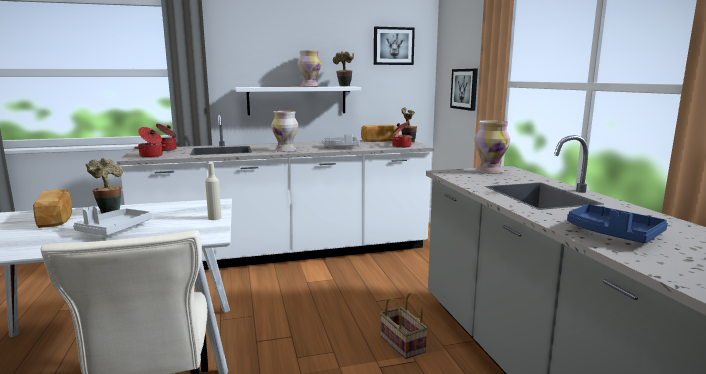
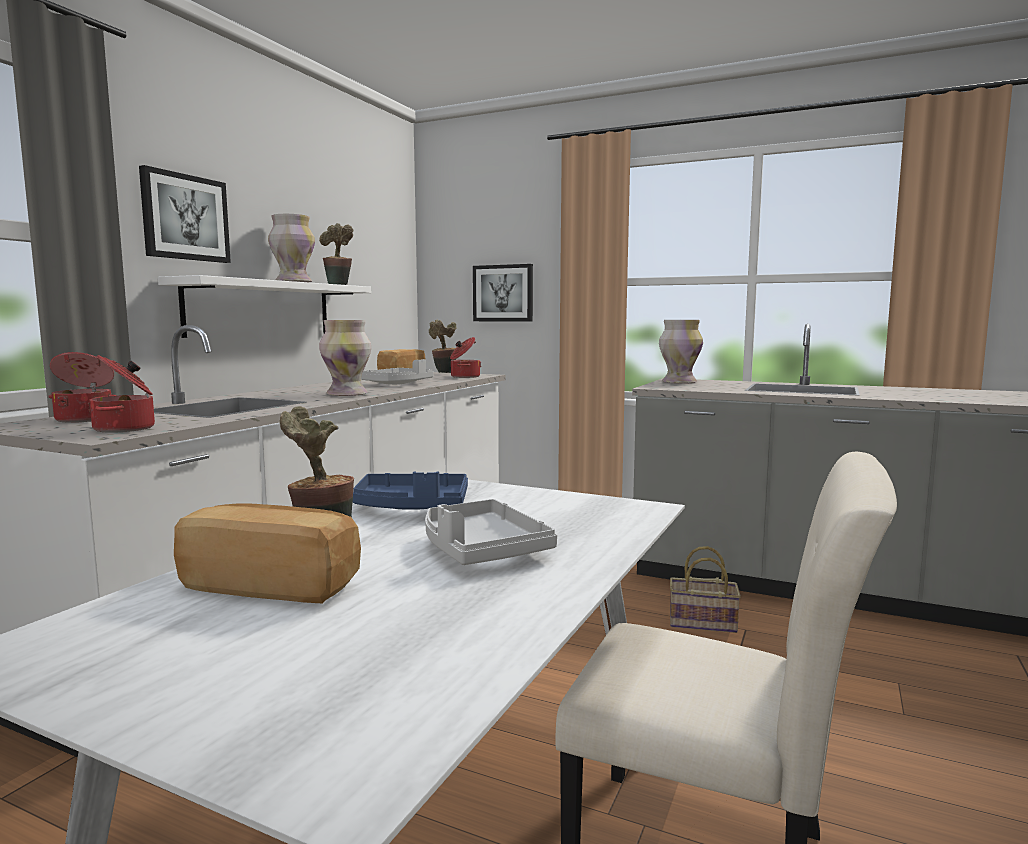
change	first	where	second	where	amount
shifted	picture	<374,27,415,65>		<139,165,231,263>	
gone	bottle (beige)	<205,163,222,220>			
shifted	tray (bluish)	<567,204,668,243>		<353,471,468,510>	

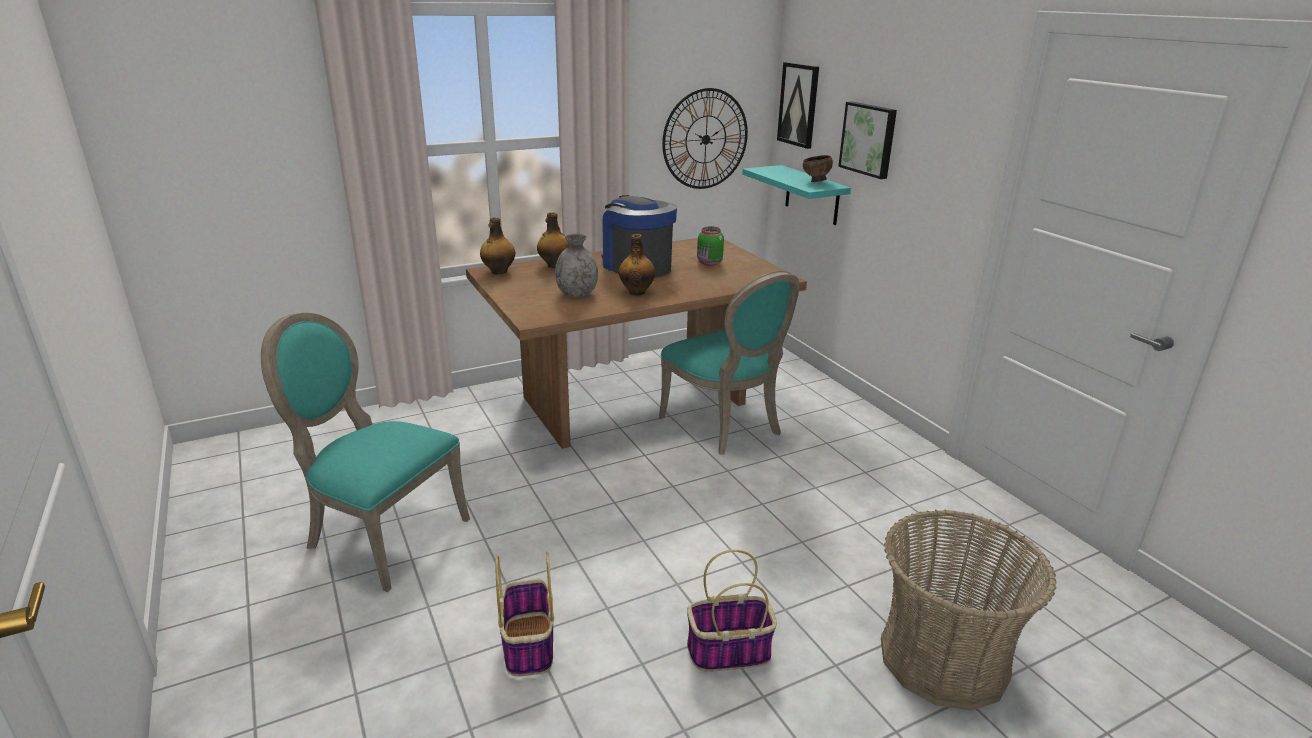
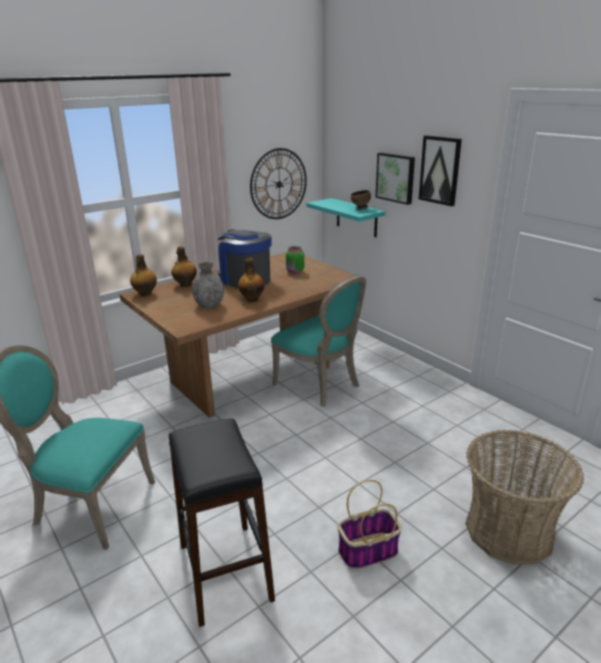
change	first	where	second	where	amount
shifted	picture	<777,62,819,149>		<419,135,462,206>	
swapped	storage basket	<496,552,554,676>	stool seat (black-coloured)	<169,419,275,627>	

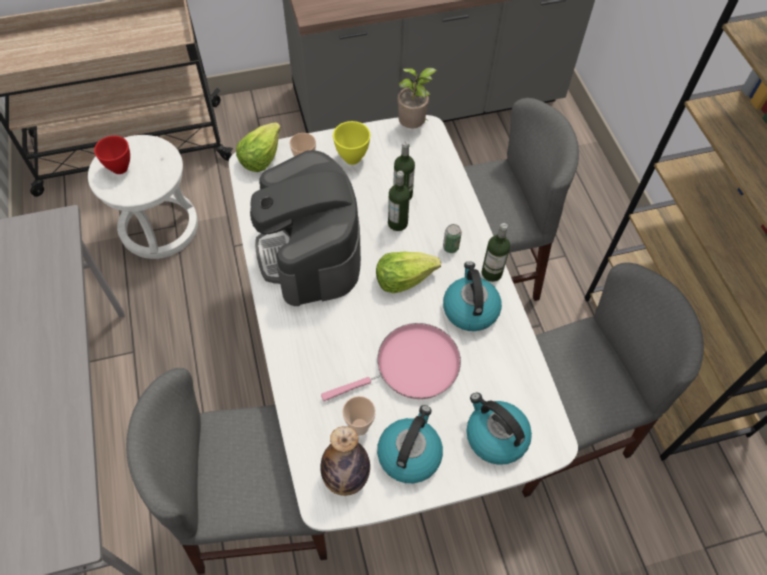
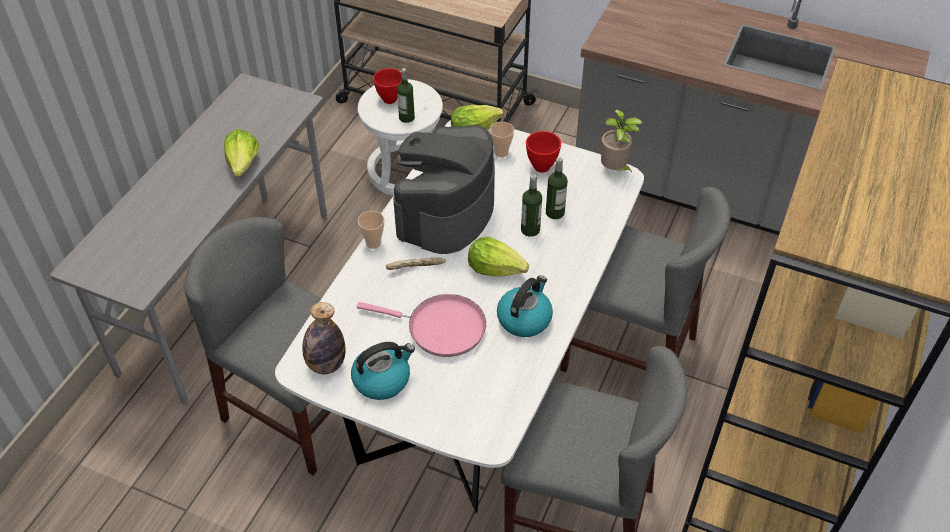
change	first	where	second	where	amount
repainted	deep dish (yellow-coloured)	<333,121,370,165>	deep dish (reddish)	<526,131,561,173>	
shifted	bottle	<482,223,510,282>		<397,68,415,123>	
gone	sealed can	<443,224,462,253>			
gone	water kettle	<466,393,532,465>			
shifted	drinking cup	<343,396,376,435>		<358,211,384,249>	
new			lettuce head	<224,129,259,177>	
new			bread	<386,258,446,270>	

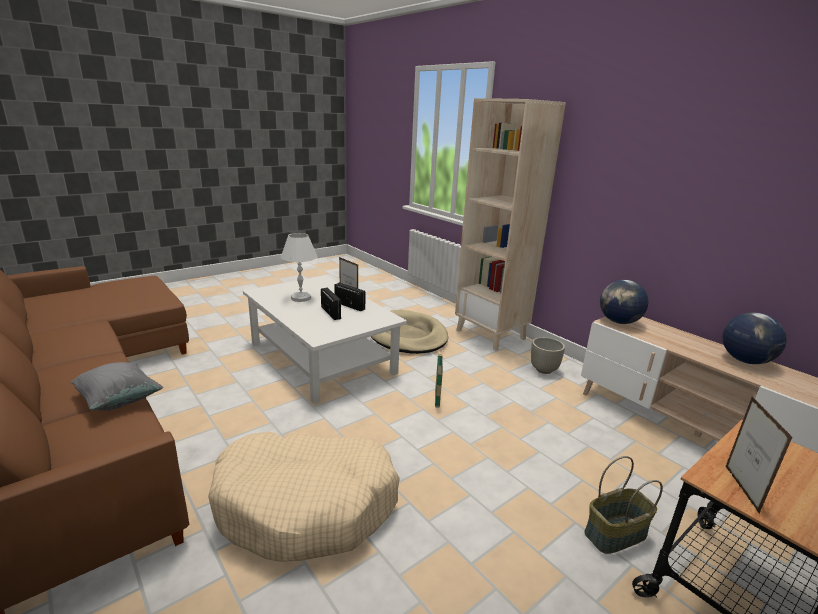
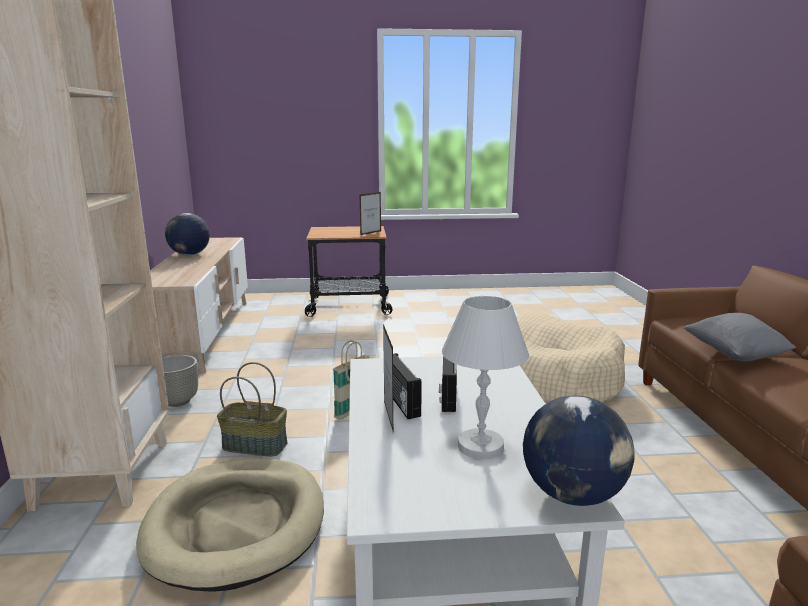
change	first	where	second	where	amount
shifted	world globe	<600,280,649,324>		<523,395,635,506>	
shifted	storage basket	<584,456,663,554>		<217,362,288,456>	

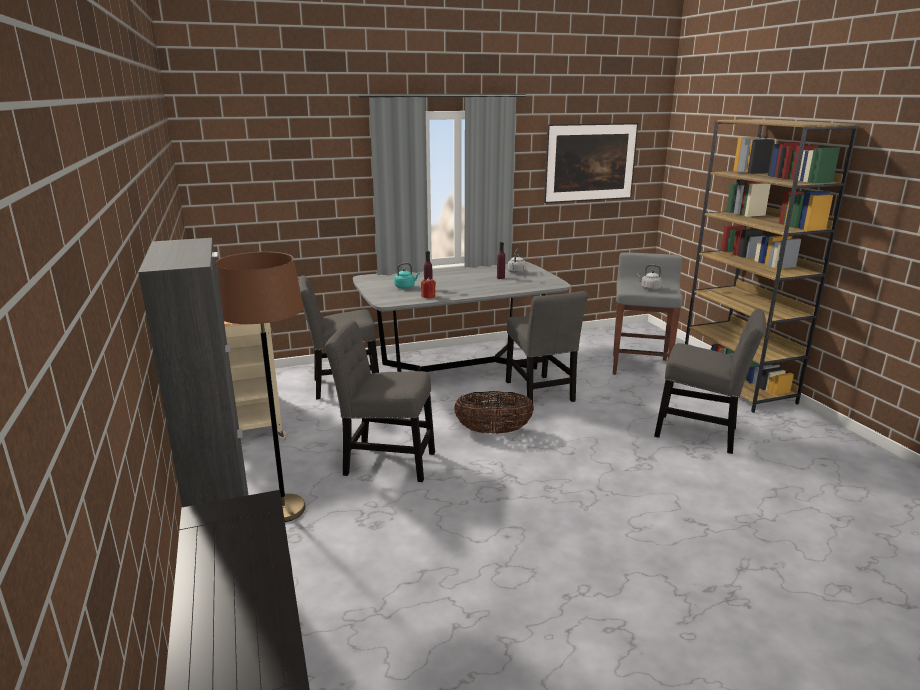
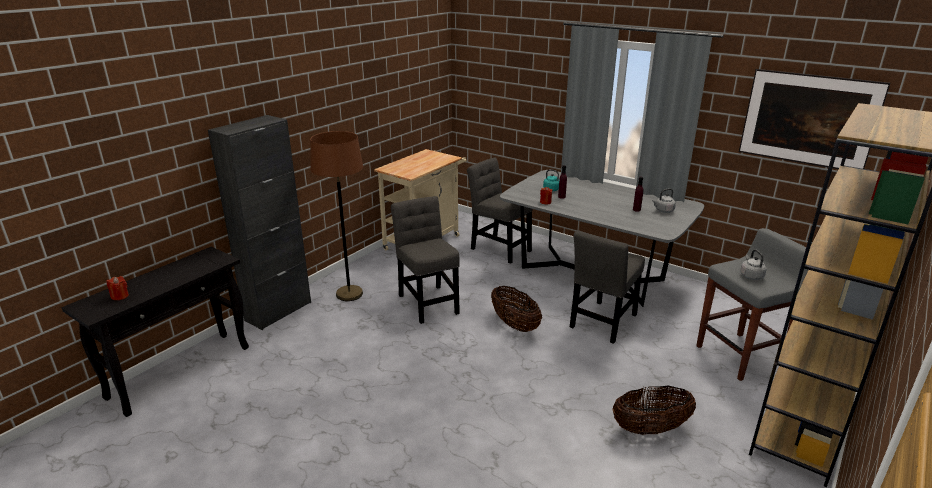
change	first	where	second	where	amount
swapped	chair (grey)	<654,309,766,454>	storage basket	<612,385,696,435>	
new			candle (reddish)	<106,276,129,300>	

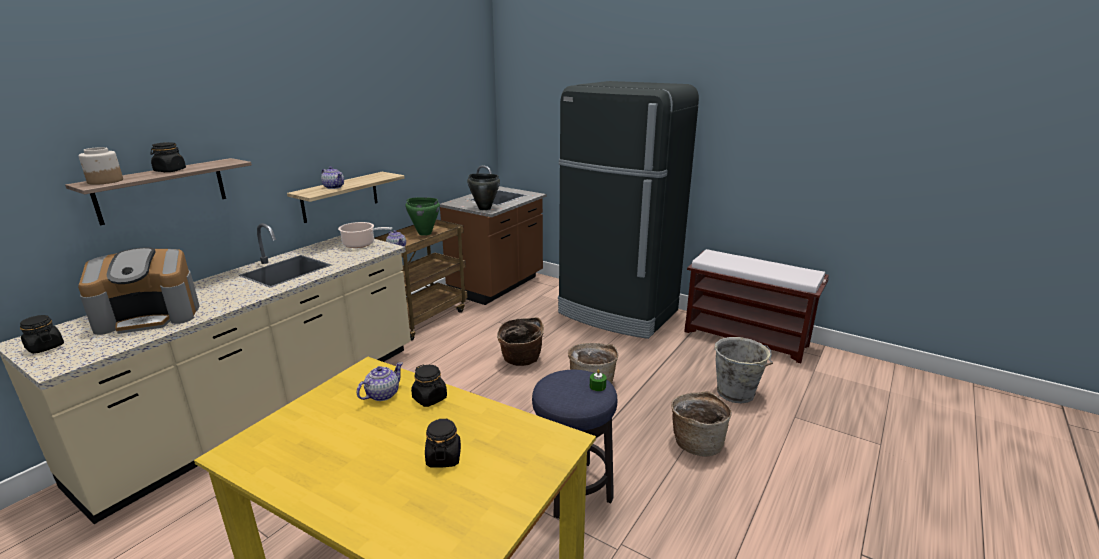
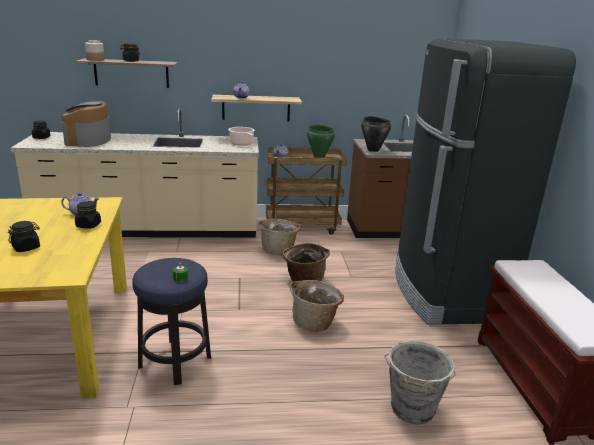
change	first	where	second	where	amount
rotated	coffee machine	<78,247,199,335>		<62,101,111,147>	60 degrees clockwise
shifted	storage basket	<671,391,732,457>		<259,219,301,255>	

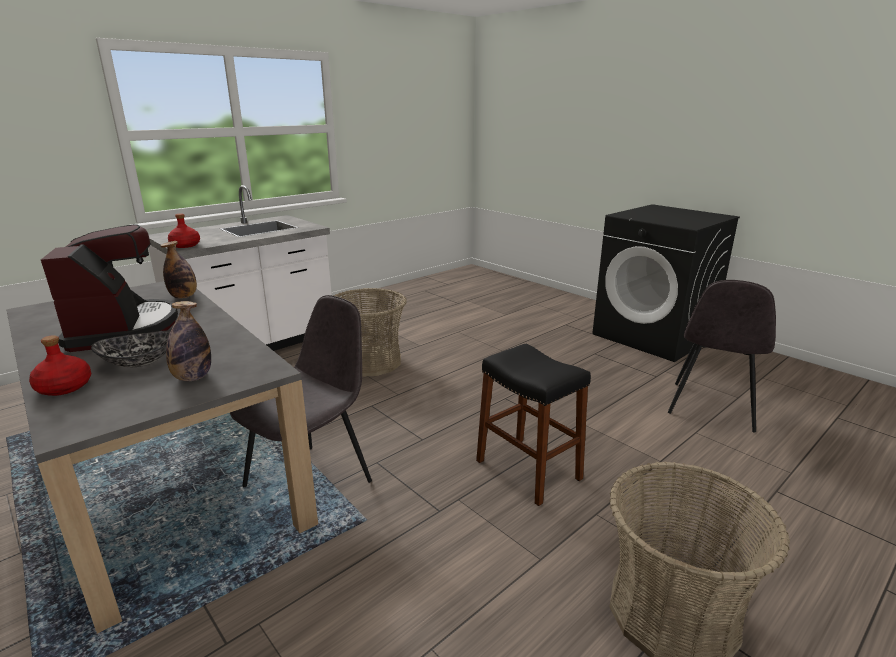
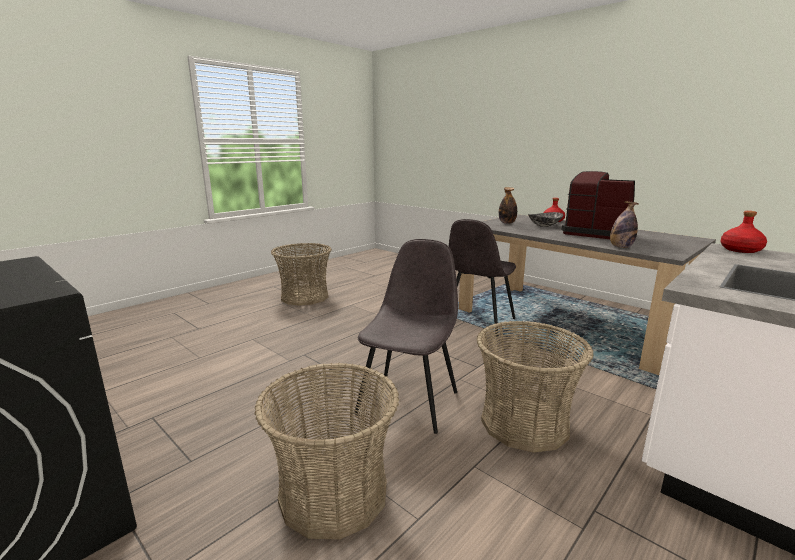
change	first	where	second	where	amount
rotated	coffee machine	<41,224,178,352>		<562,171,635,239>	150 degrees clockwise
shifted	chair (grey)	<668,280,776,433>		<355,239,458,434>	
gone	stool seat (black-coloured)	<476,344,591,506>			
new			storage basket	<255,363,399,540>	

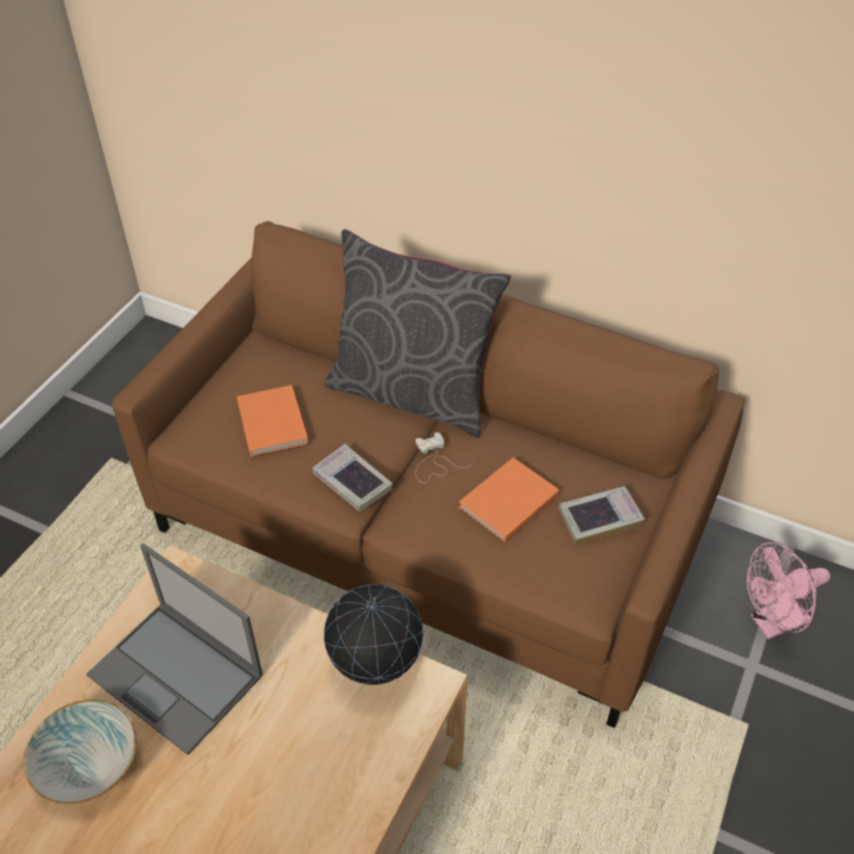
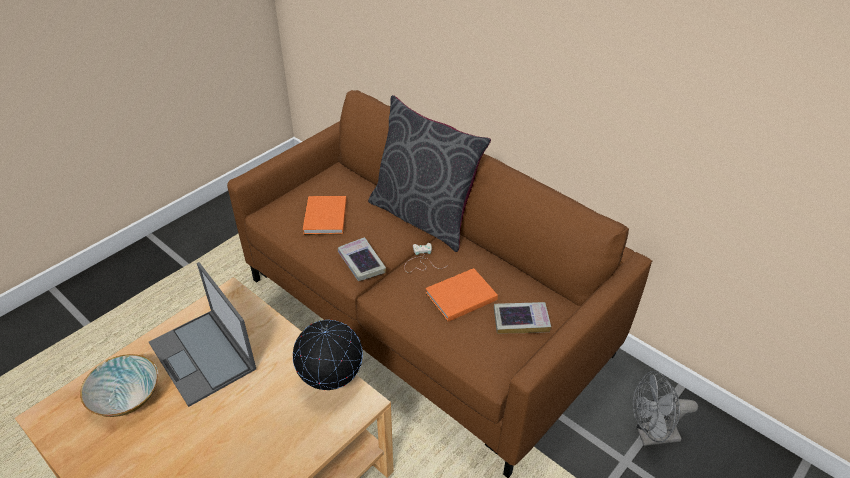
change	first	where	second	where	amount
repainted	fan (pink-coloured)	<747,542,830,639>	fan (grey)	<633,371,698,446>	

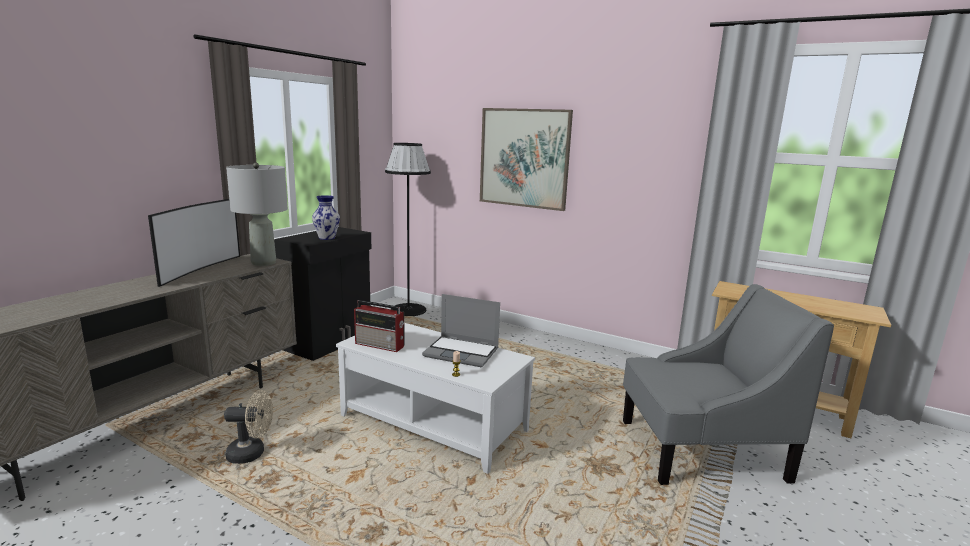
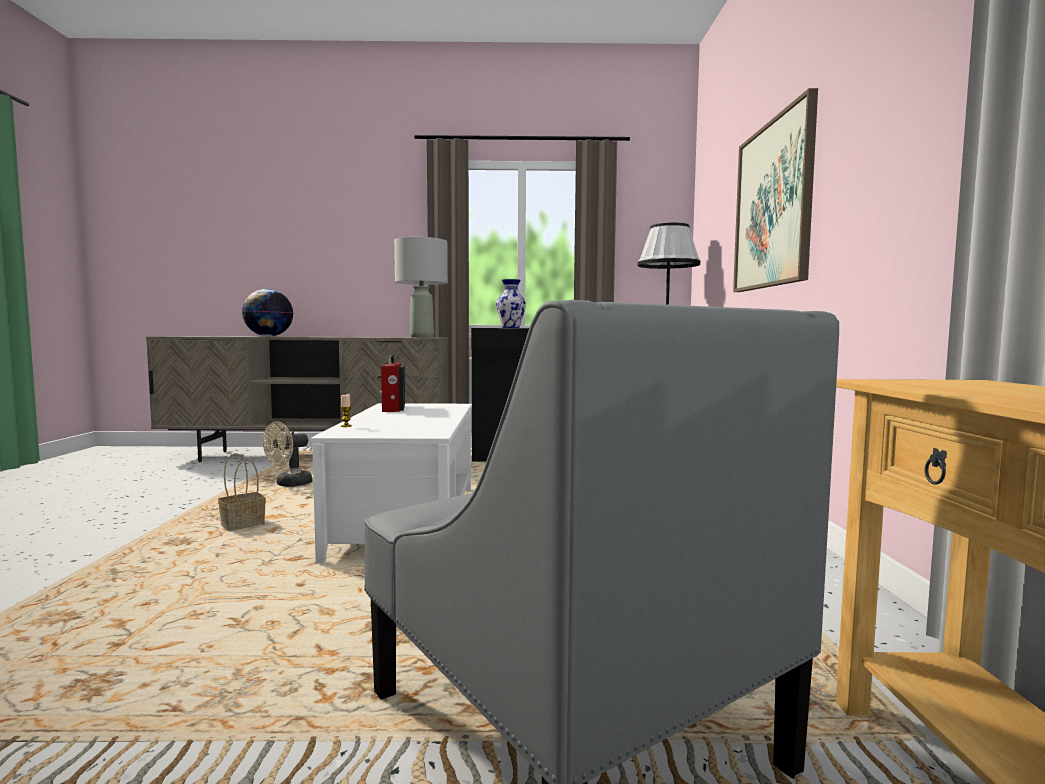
change	first	where	second	where	amount
gone	TV set	<148,199,240,287>			
gone	portable computer	<422,294,500,367>			
rotated	fan (beige)	<224,390,273,464>		<263,421,312,487>	75 degrees clockwise
new			world globe	<242,289,293,336>	
new			storage basket	<218,453,266,531>	

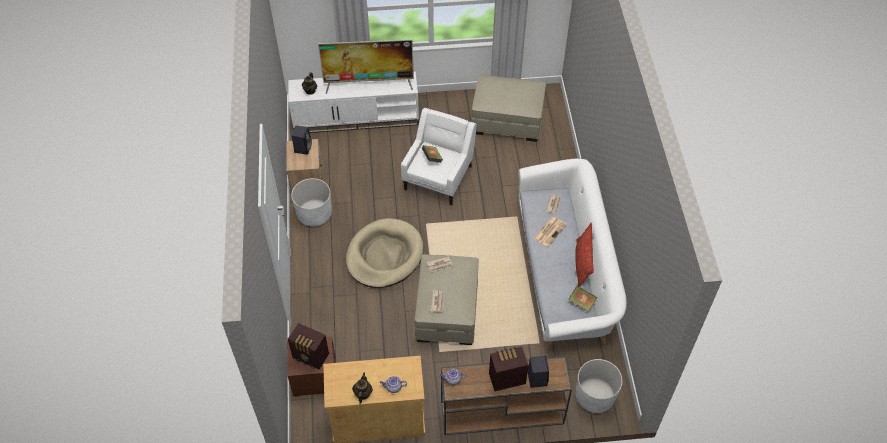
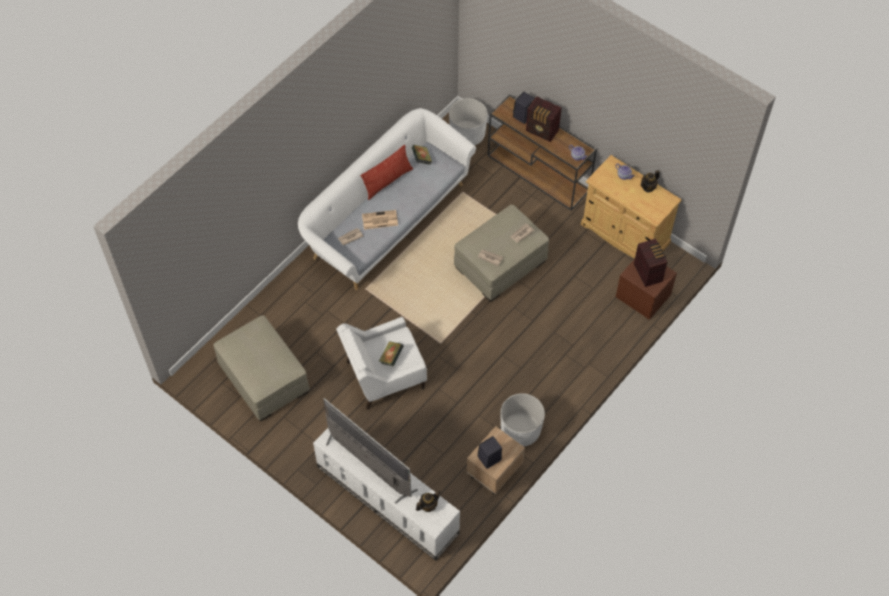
change	first	where	second	where	amount
gone	dog bed (beige)	<346,218,423,288>			

